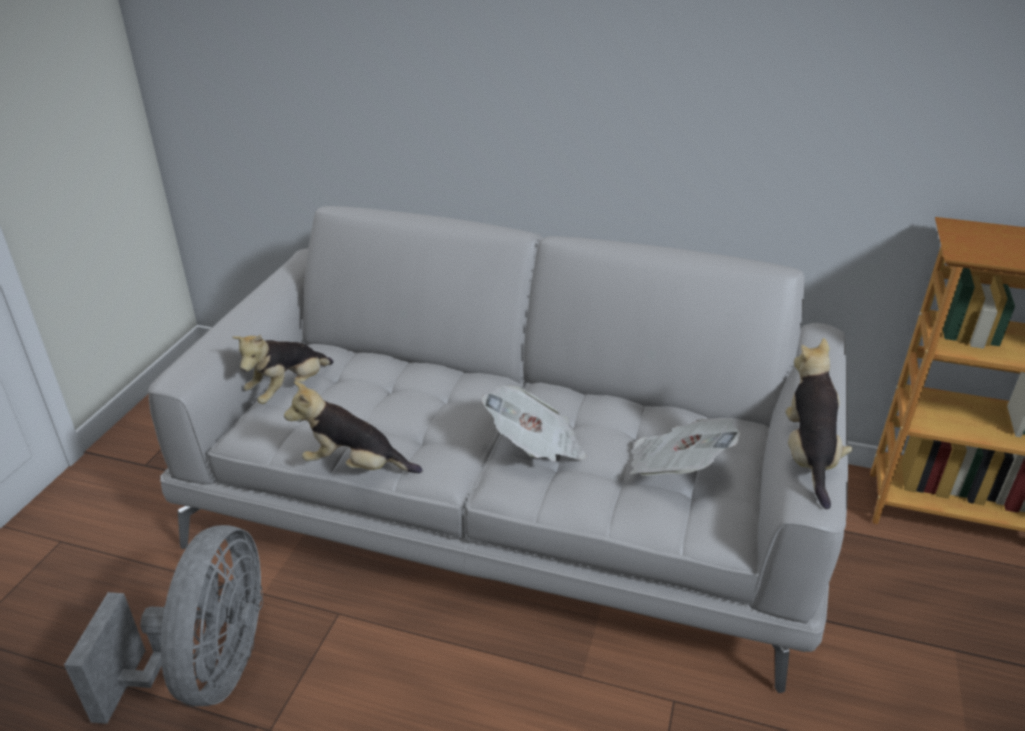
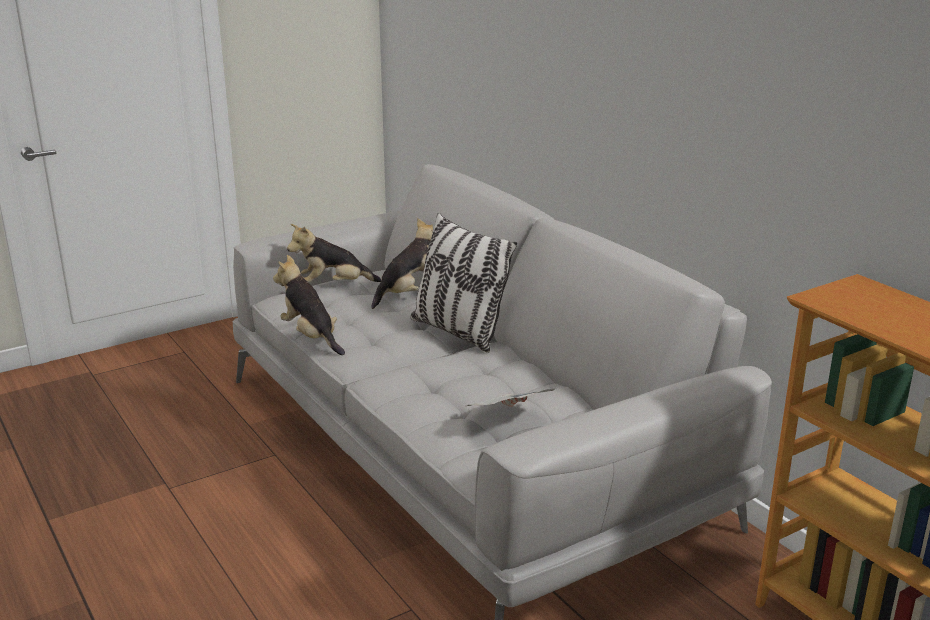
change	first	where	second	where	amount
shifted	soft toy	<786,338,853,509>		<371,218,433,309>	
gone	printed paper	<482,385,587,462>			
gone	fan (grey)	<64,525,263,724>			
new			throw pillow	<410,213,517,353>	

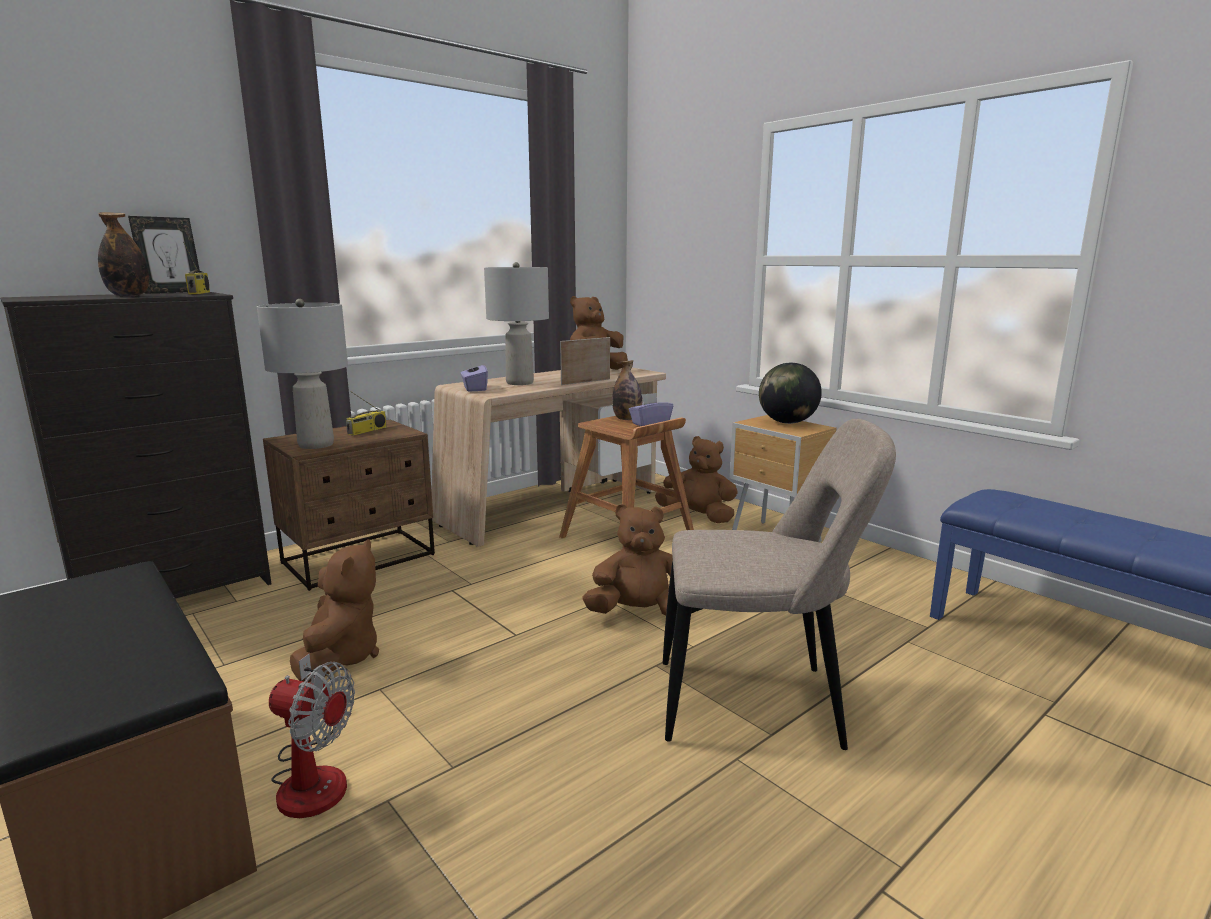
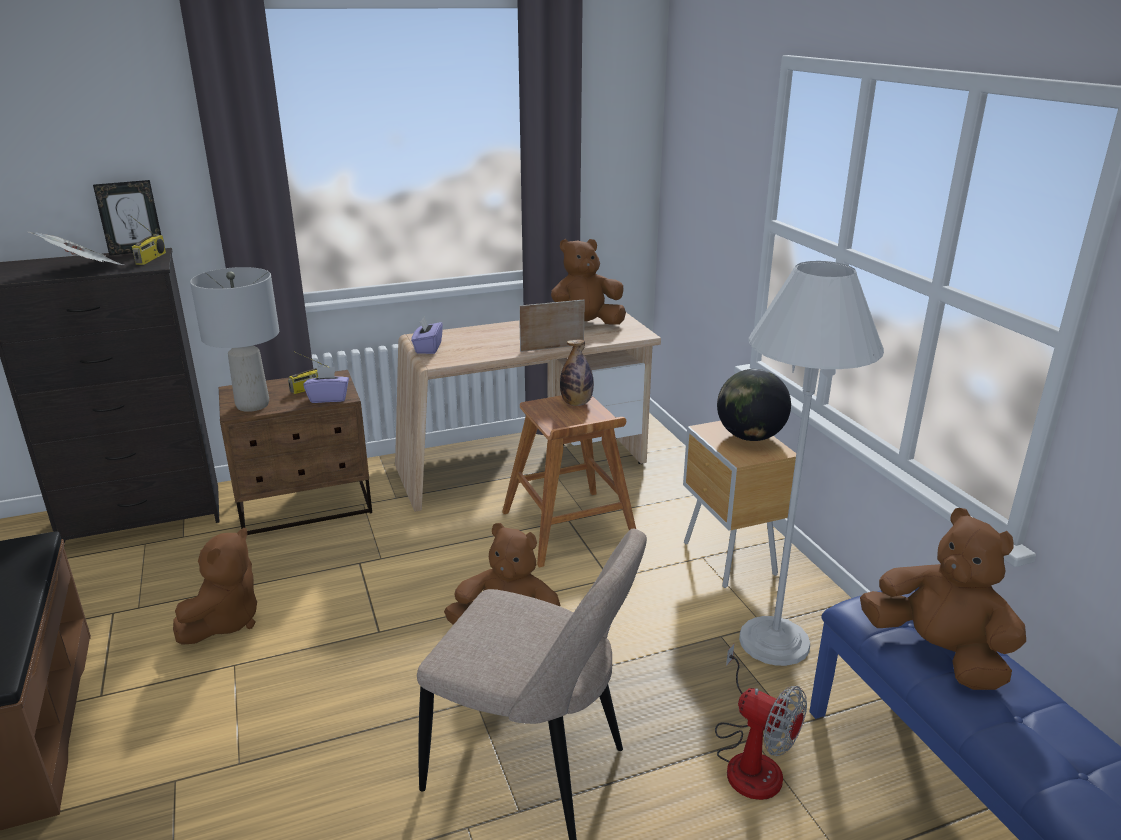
change	first	where	second	where	amount
swapped	bottle	<98,212,149,297>	printed paper	<29,232,124,265>	
gone	table lamp (grey)	<484,262,549,385>			
shifted	box of tissues (purple-coloured)	<629,393,673,426>		<303,367,349,403>	
shifted	soft toy (brown)	<655,436,738,523>		<860,508,1026,690>	
shifted	fan	<269,654,355,818>		<715,644,807,800>	
new			standard lamp (white)	<739,261,884,666>	

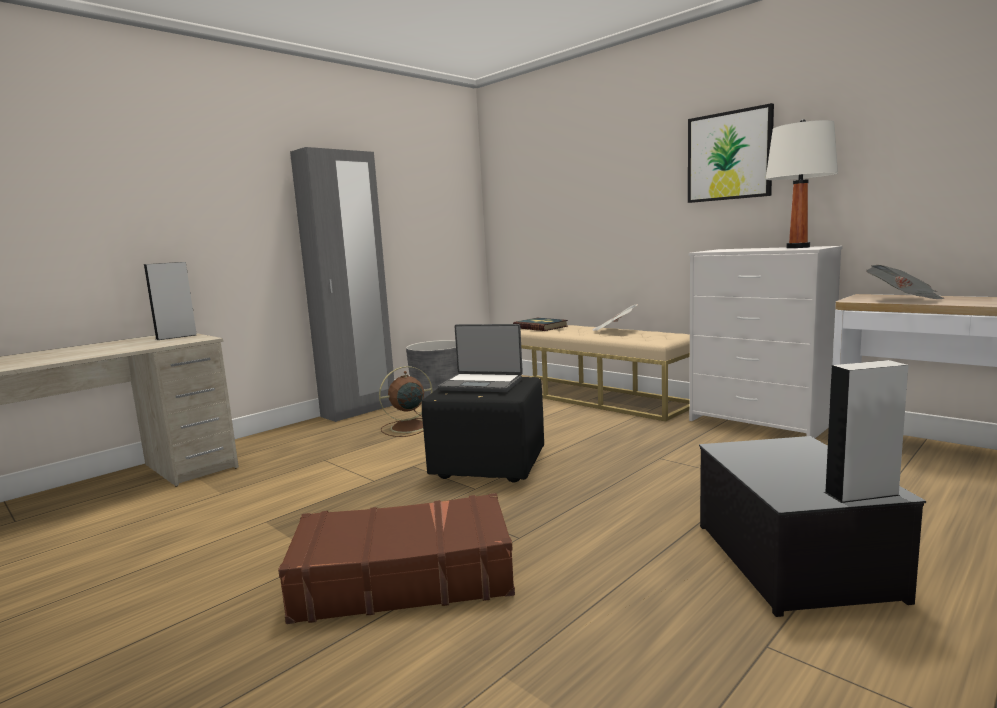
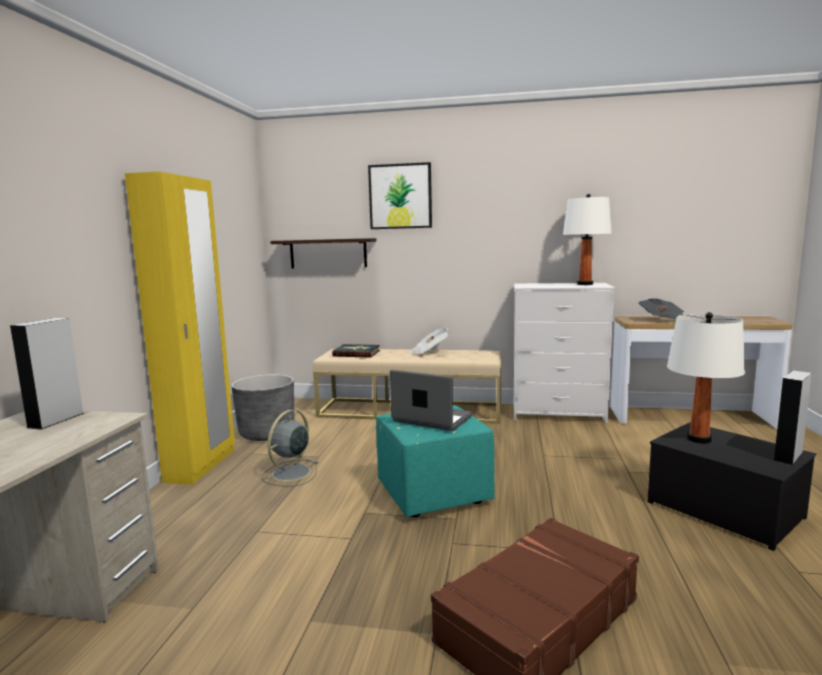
change	first	where	second	where	amount
shifted	picture	<688,103,774,203>		<368,162,432,229>	
repainted	wardrobe (grey)	<290,147,394,422>	wardrobe (yellow-coloured)	<125,172,235,485>	
rotated	portable computer	<438,324,523,392>		<390,370,473,431>	135 degrees counterclockwise
repainted	fan (brown)	<379,366,432,437>	fan (grey)	<261,410,318,487>	
repainted	ottoman (black-coloured)	<422,377,544,483>	ottoman (turquoise-coloured)	<376,405,495,517>	
new			wall shelf	<270,238,376,268>	
new			table lamp (white)	<667,312,745,443>	

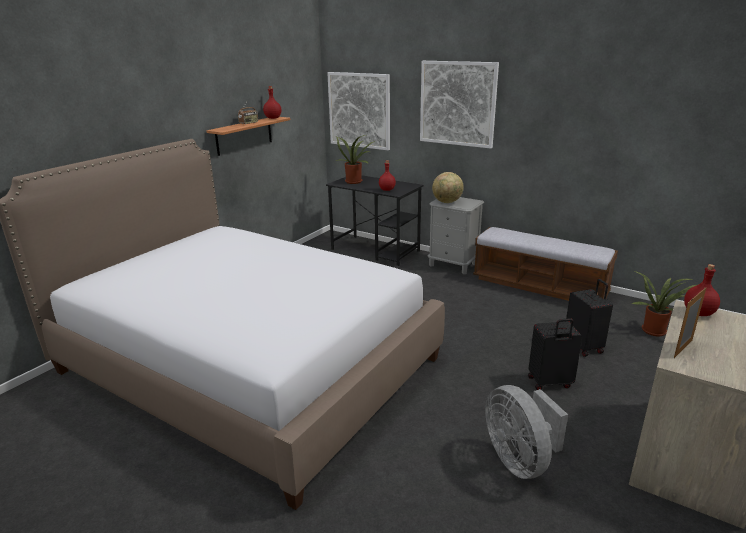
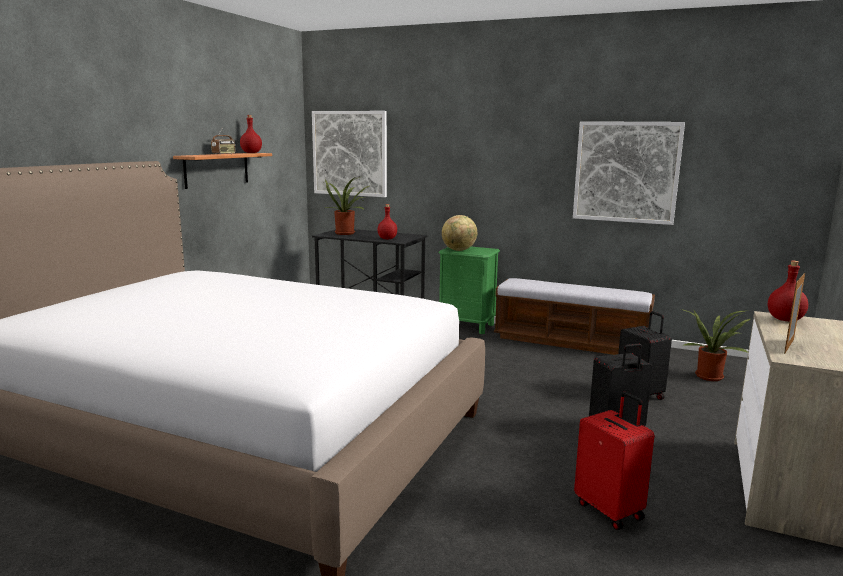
change	first	where	second	where	amount
shifted	picture	<420,61,499,148>		<573,121,685,225>	
repainted	night table (grey)	<428,197,484,274>	night table (green-coloured)	<438,247,500,334>	
swapped	fan (grey)	<486,385,568,479>	suitcase (reddish)	<574,392,655,530>	

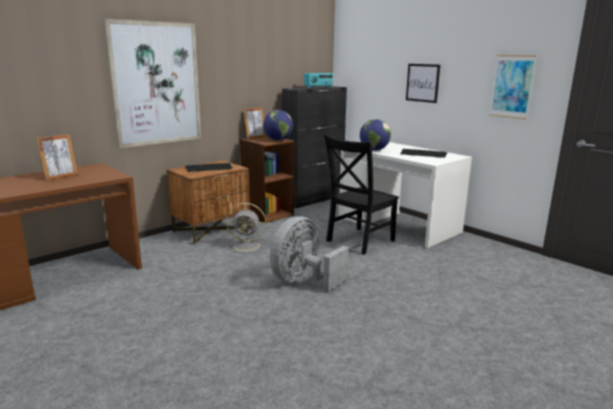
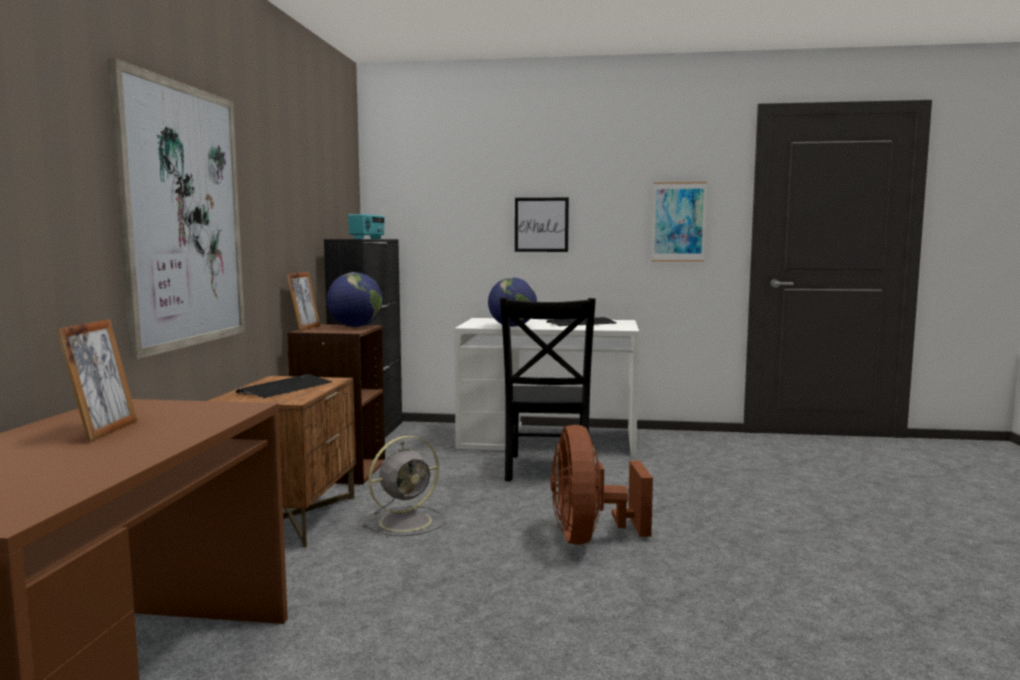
change	first	where	second	where	amount
repainted	fan (grey)	<270,216,349,291>	fan (brown)	<551,425,653,545>	

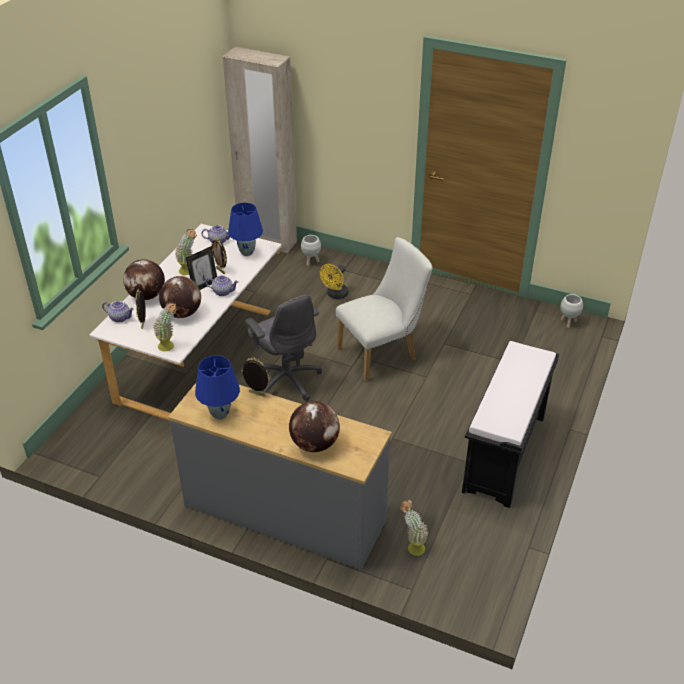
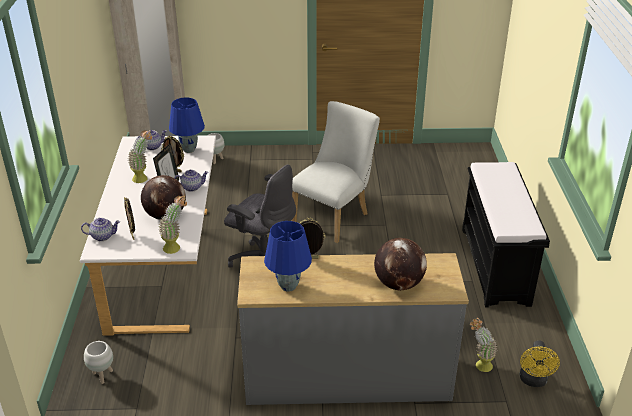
change	first	where	second	where	amount
gone	world globe	<123,259,165,300>			
shifted	fan (yellow-coloured)	<320,264,348,299>		<520,340,560,387>	
shifted	plant pot (white)	<560,294,583,328>		<84,341,113,384>	

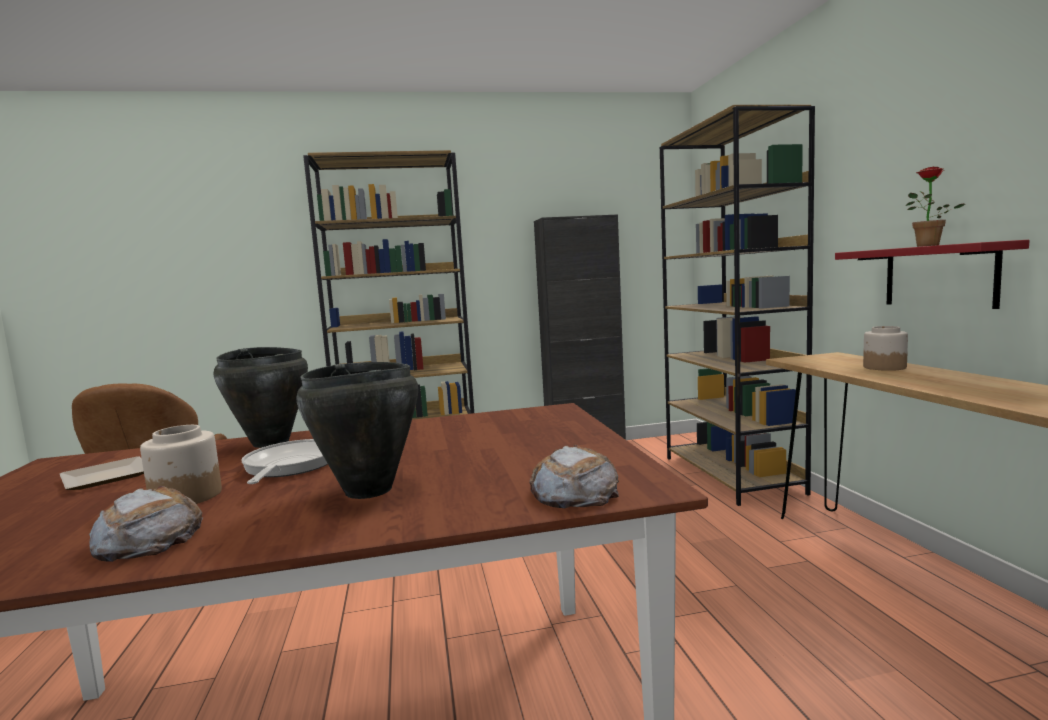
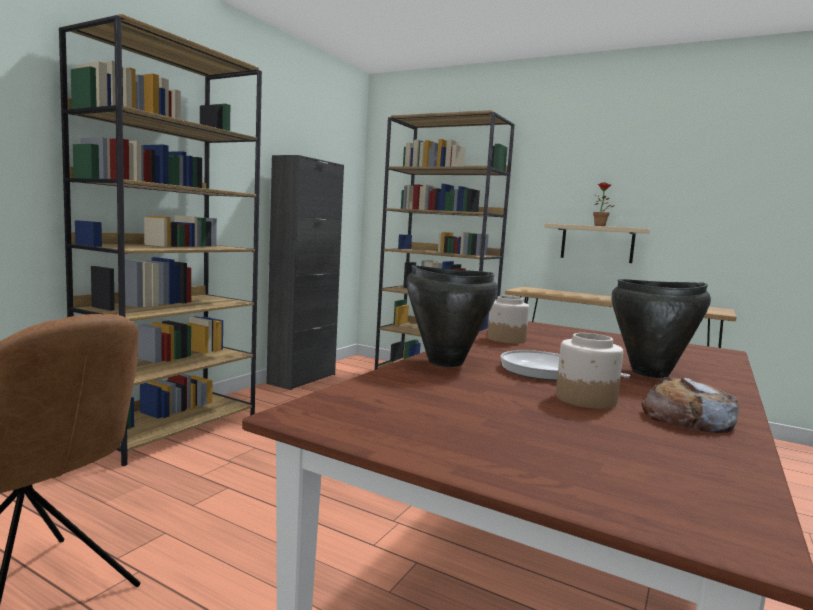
change	first	where	second	where	amount
repainted	wall shelf (reddish)	<835,240,1029,309>	wall shelf (beige)	<544,223,650,263>	
shifted	jar	<863,326,908,371>		<487,296,529,344>	
gone	bread	<529,445,619,509>			
gone	dinner plate	<60,456,144,490>			

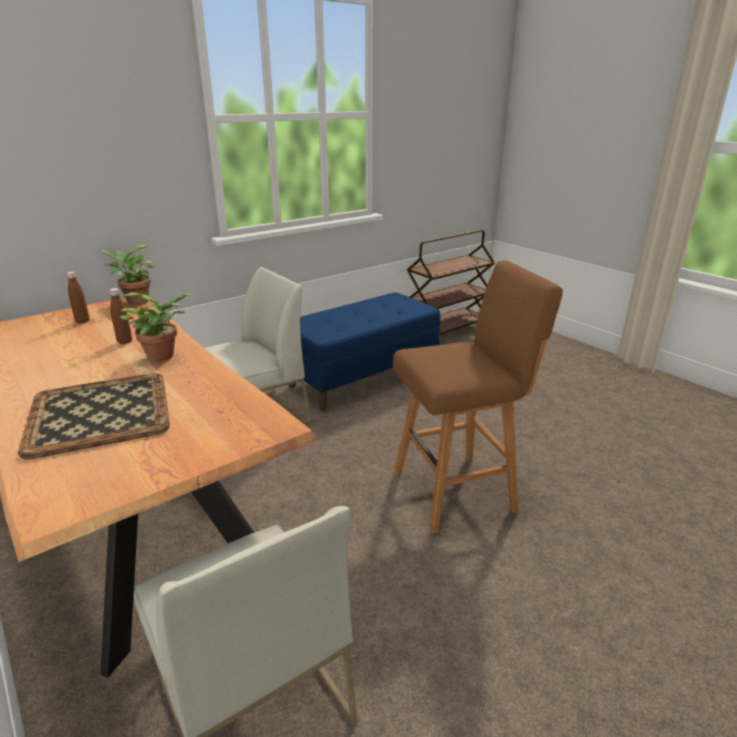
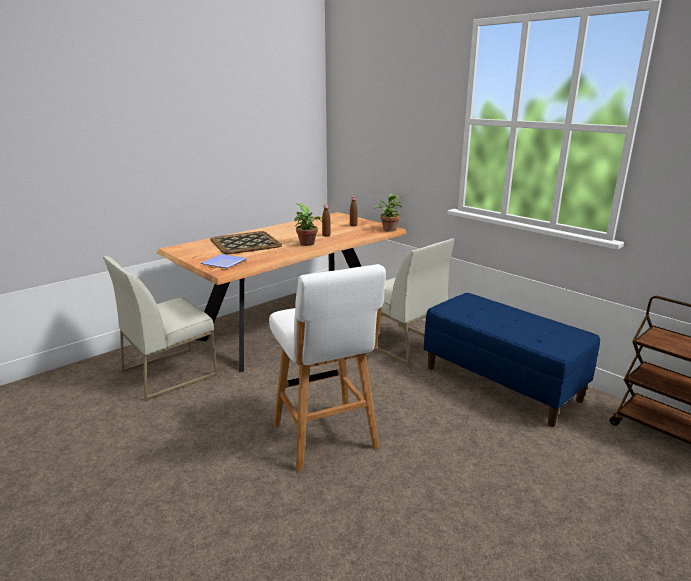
change	first	where	second	where	amount
repainted	stool seat (brown)	<393,260,563,534>	stool seat (white)	<269,264,386,472>	
new			dinner plate	<201,254,248,268>	

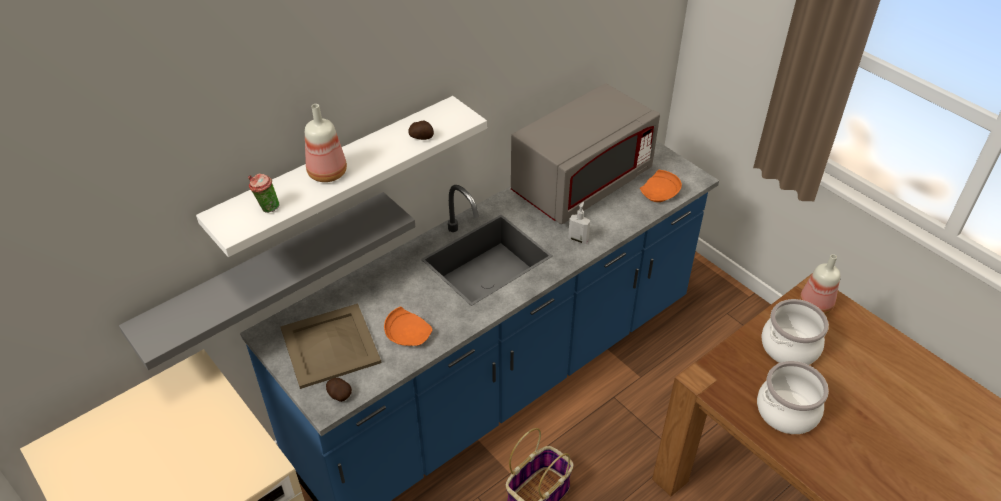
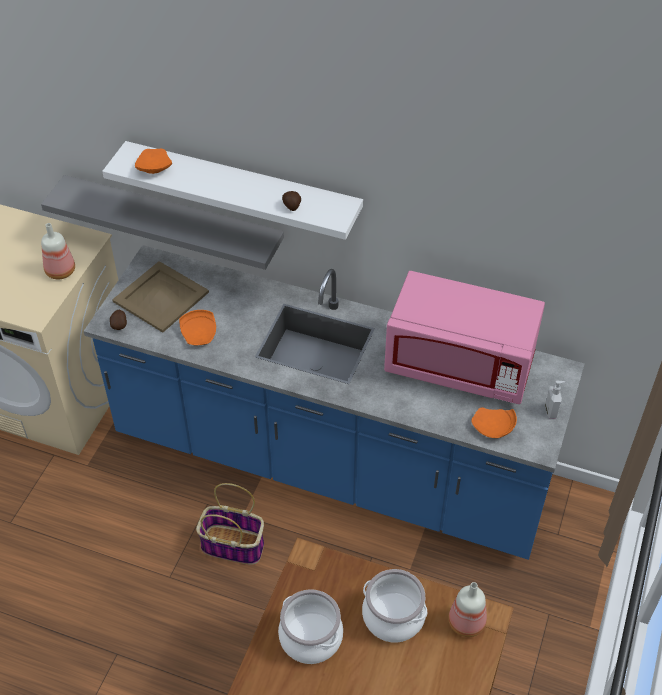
change	first	where	second	where	amount
repainted	kitchen microwave (grey)	<511,83,660,224>	kitchen microwave (pink-coloured)	<384,271,545,404>	
shifted	bottle	<305,104,347,182>		<41,223,75,279>	
swapped	drinking cup	<248,173,280,213>	dinner plate (orangey)	<135,149,172,174>	
shifted	soap dispenser	<568,202,590,244>		<545,381,565,418>	

